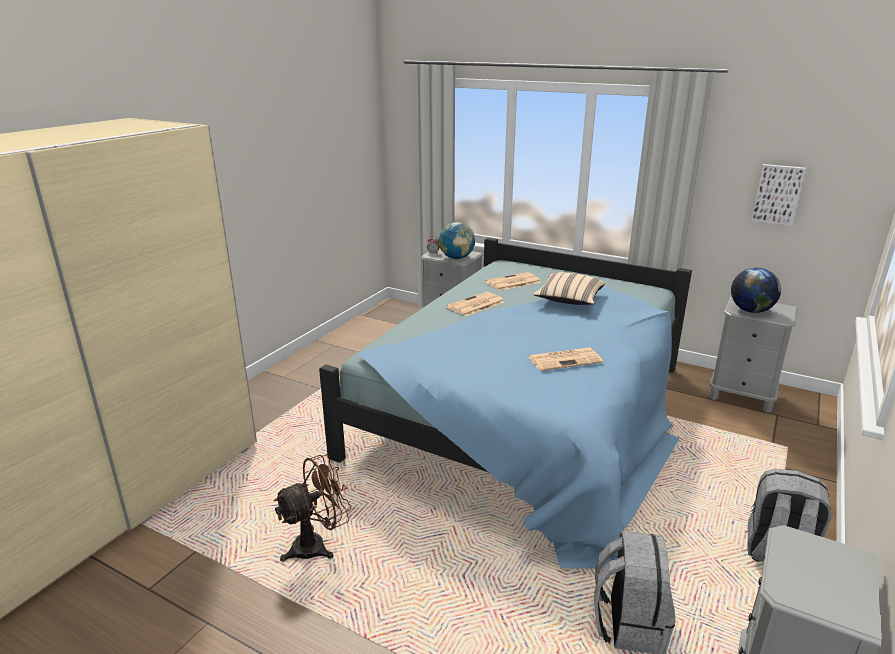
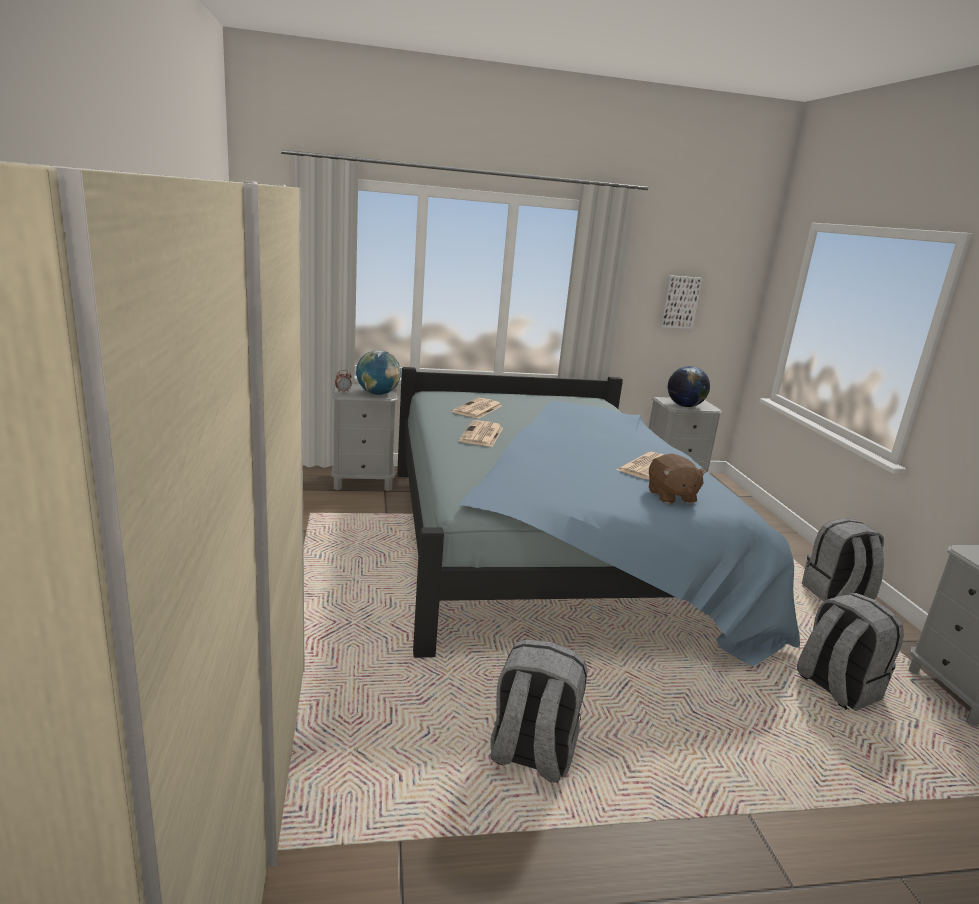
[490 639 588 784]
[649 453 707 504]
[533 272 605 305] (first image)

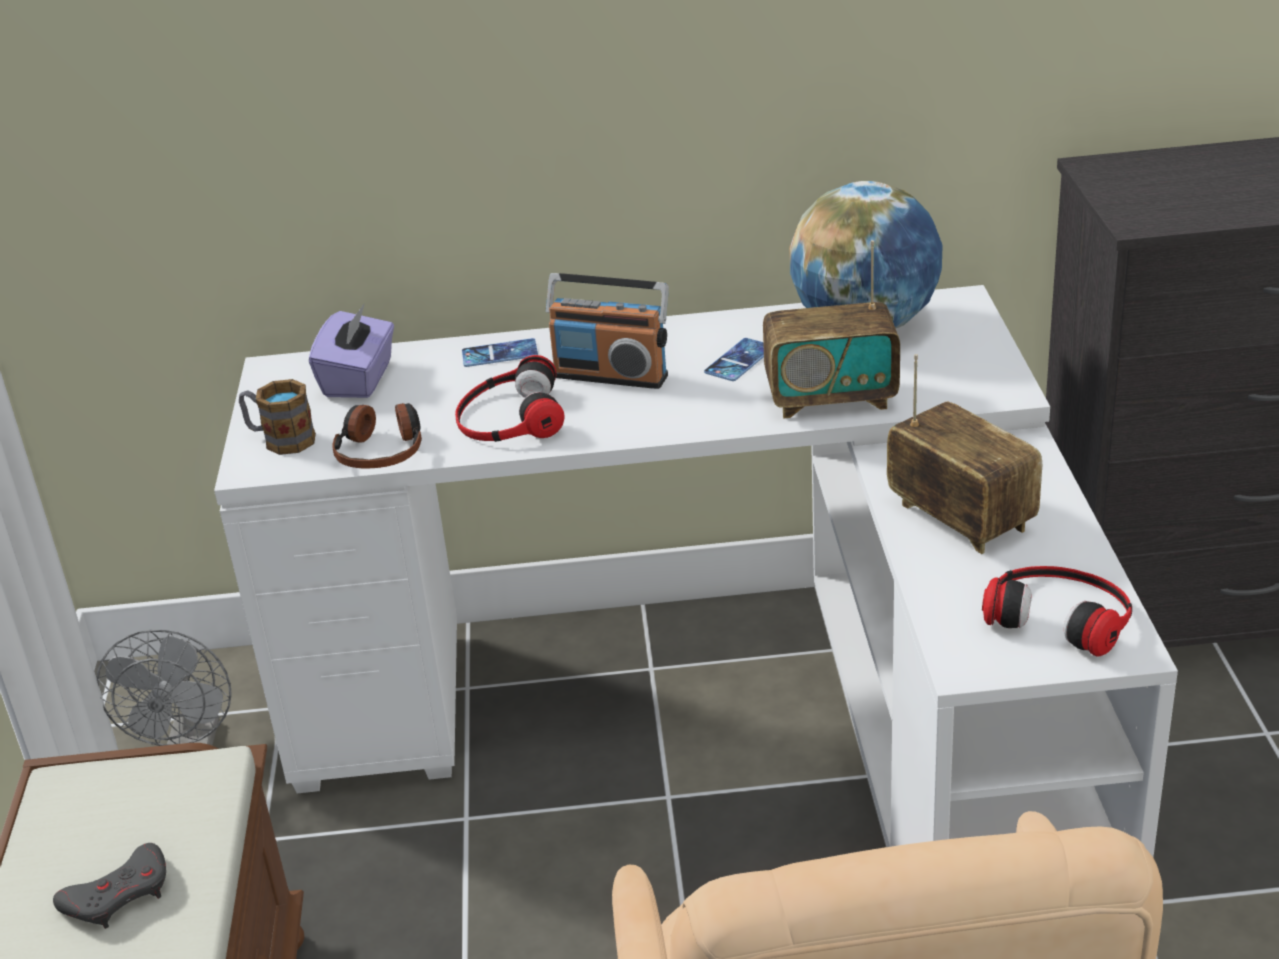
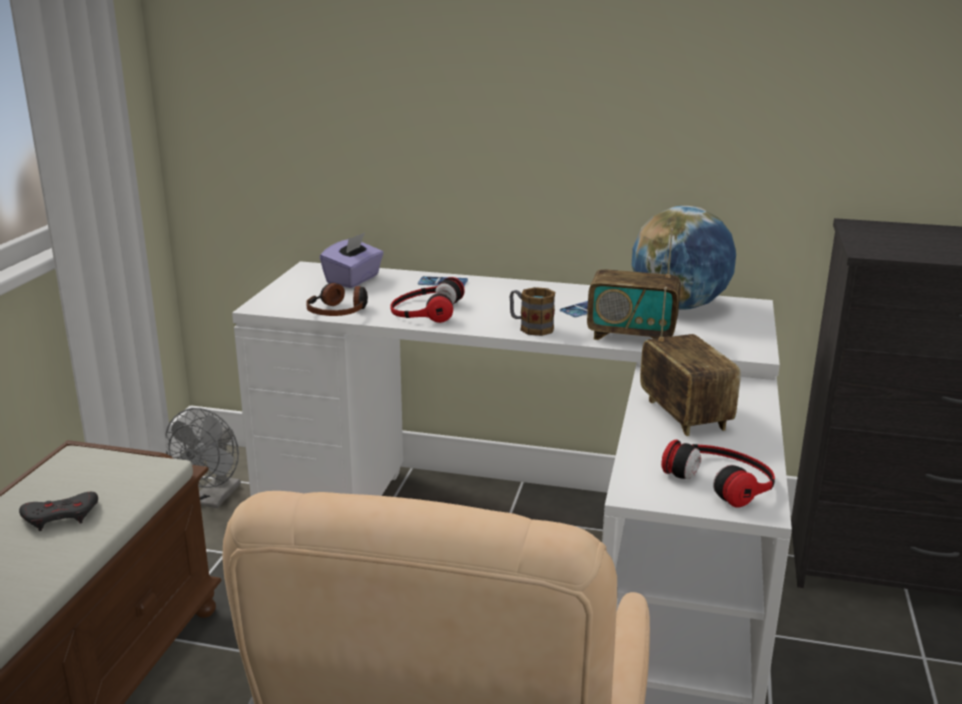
[509 287 555 336]
[546 273 669 389] (first image)

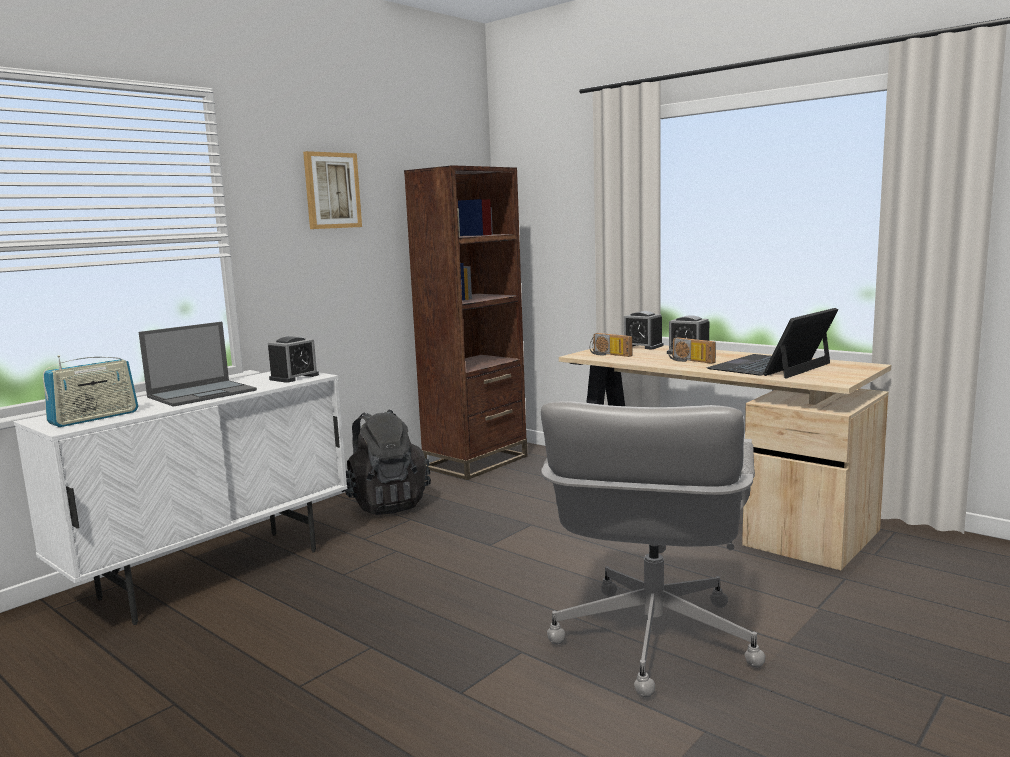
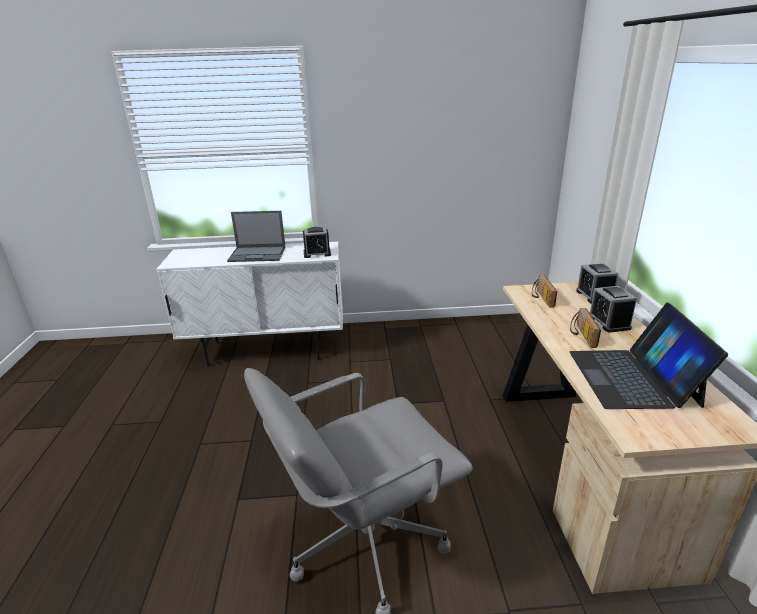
[569 302 728 409]
[43 355 138 427] (first image)
[303 151 362 229] (first image)
[342 410 431 515] (first image)
[404 165 527 480] (first image)

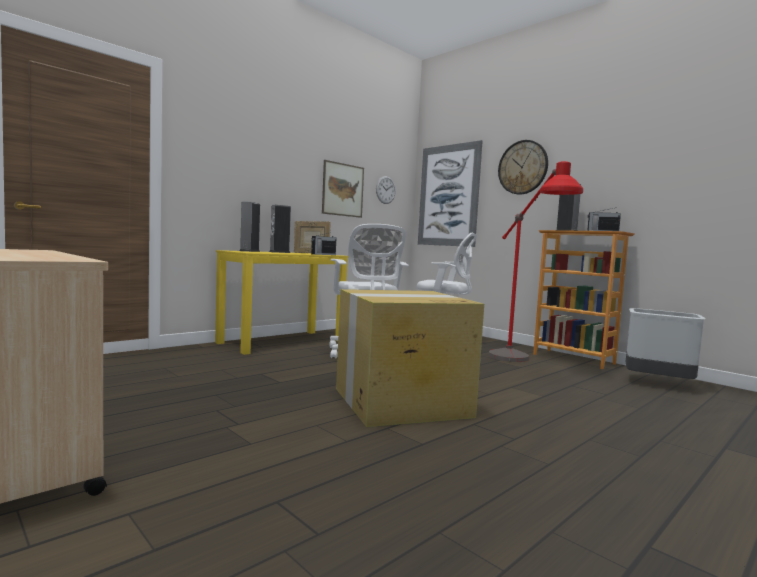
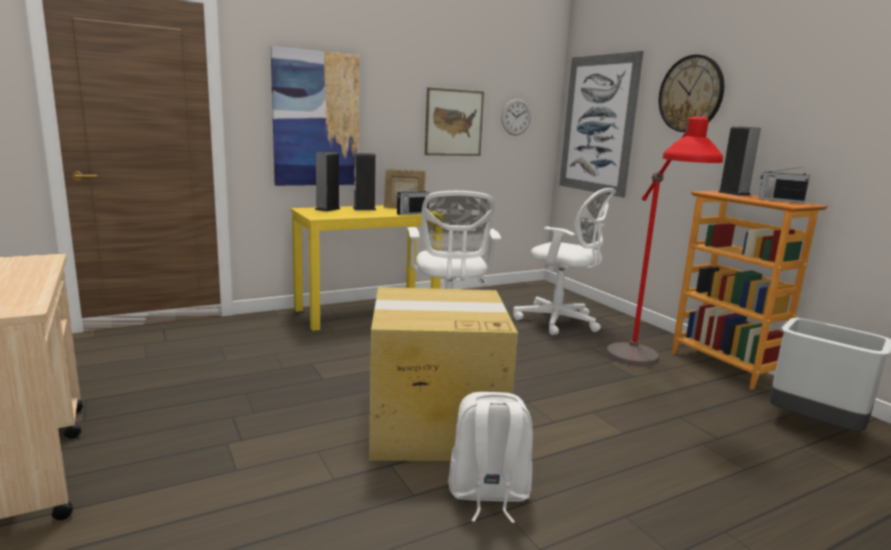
[271 46 359 186]
[448 392 533 523]

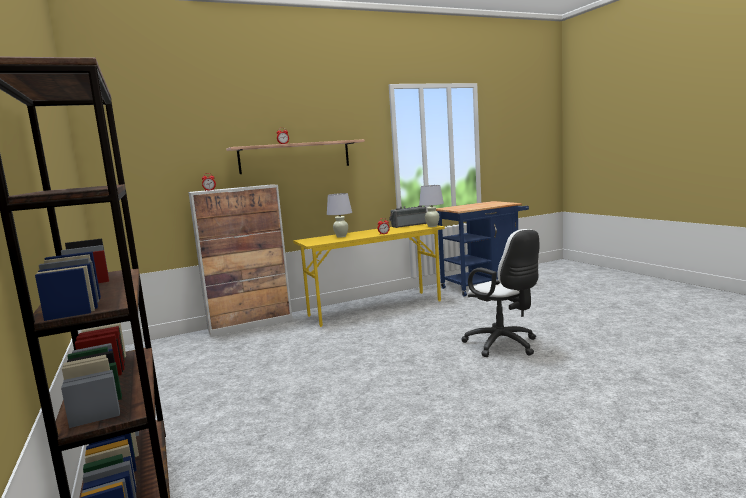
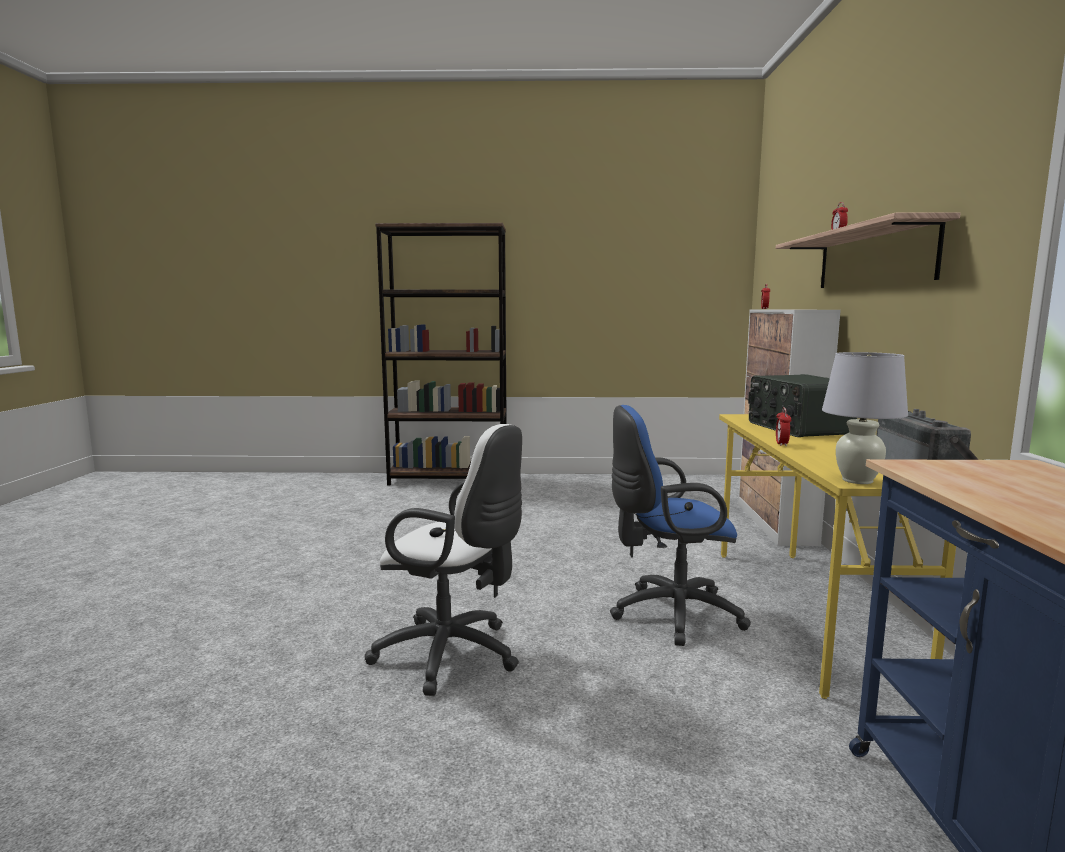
[365 424 522 696]
[610 405 751 646]
[748 374 857 437]

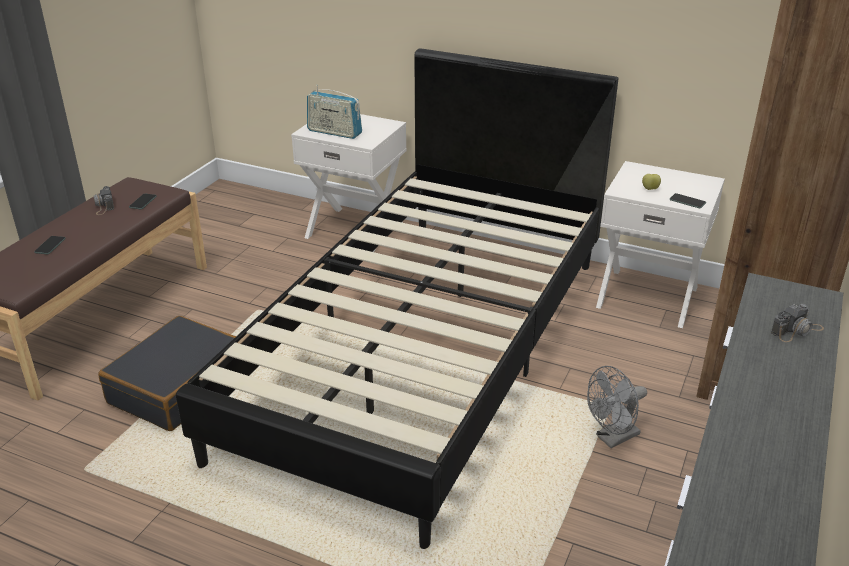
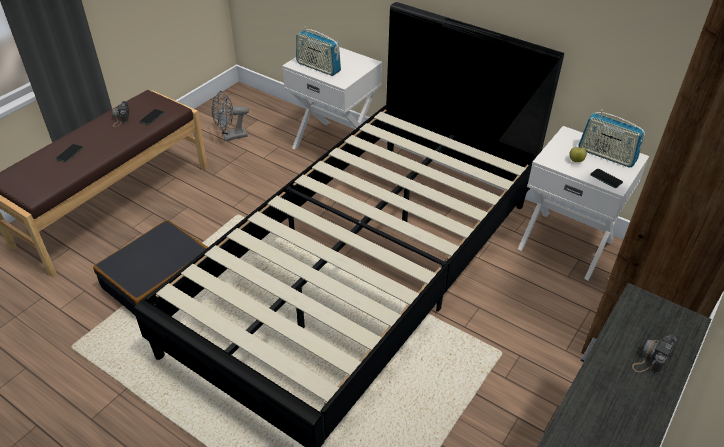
[212 91 249 141]
[578 109 645 167]
[632 335 677 374]

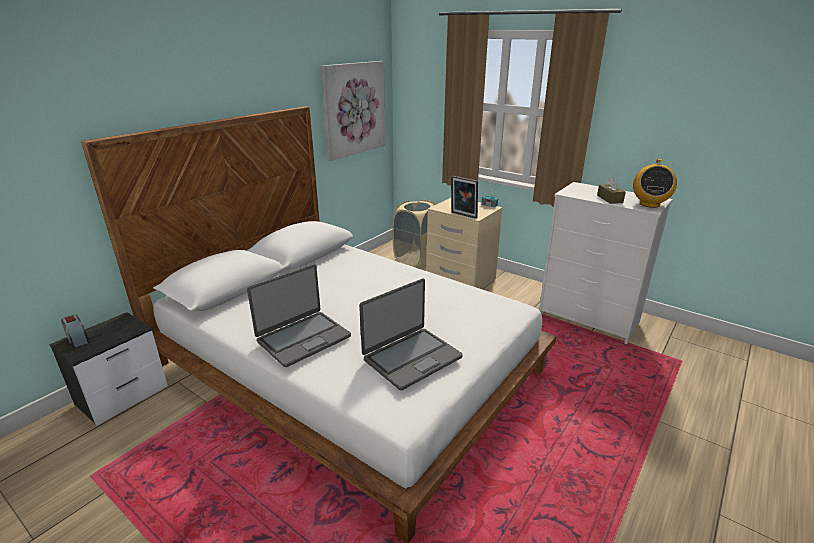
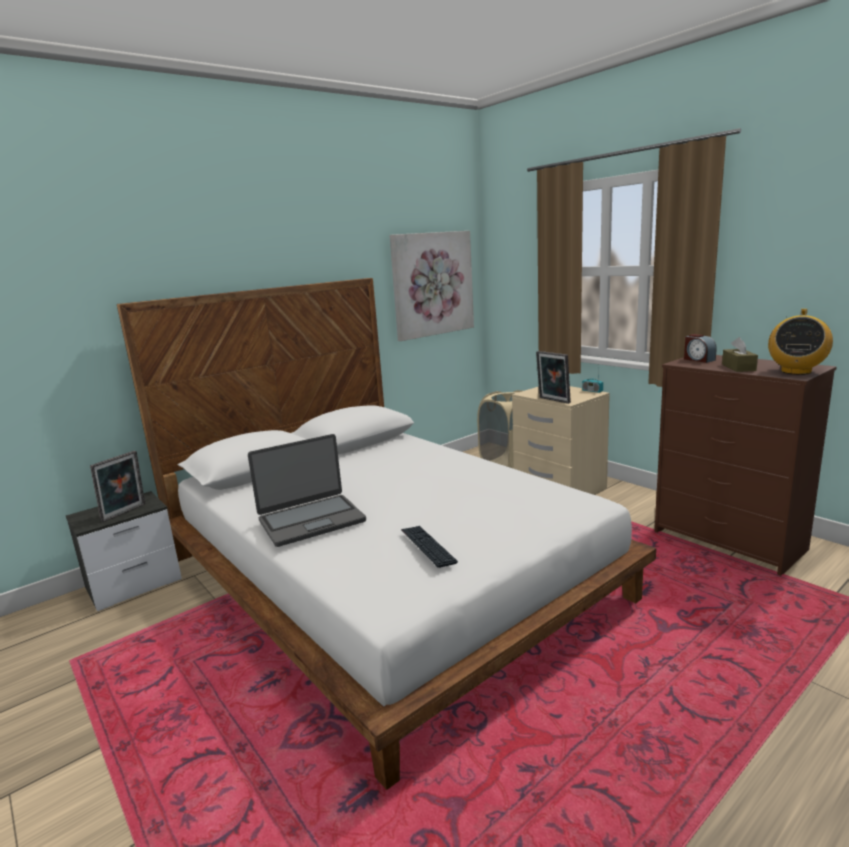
[90 451 145 522]
[401 526 458 568]
[655 355 837 576]
[684 334 717 363]

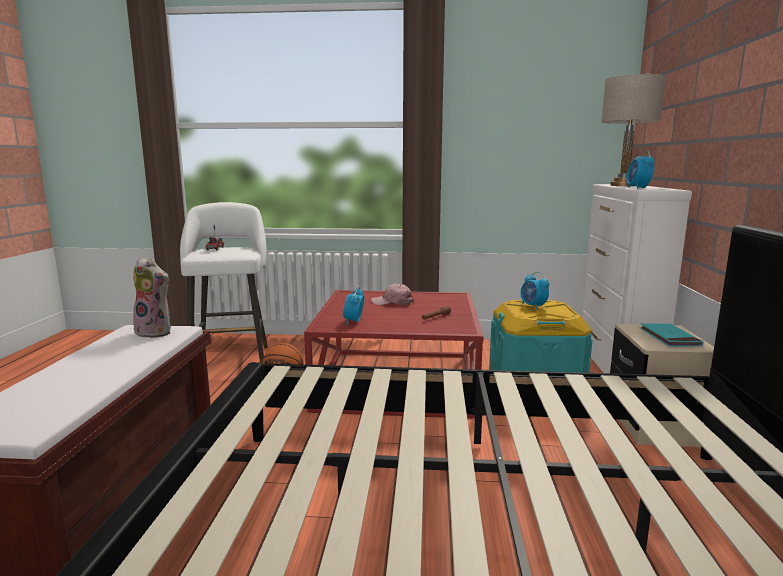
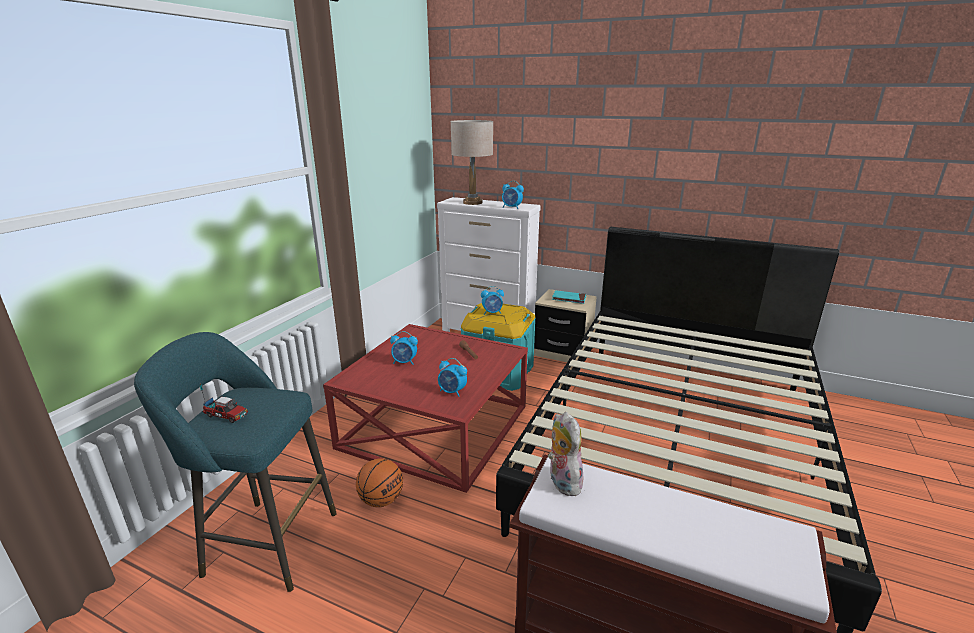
[134 332 337 592]
[390 331 418 365]
[548 412 585 496]

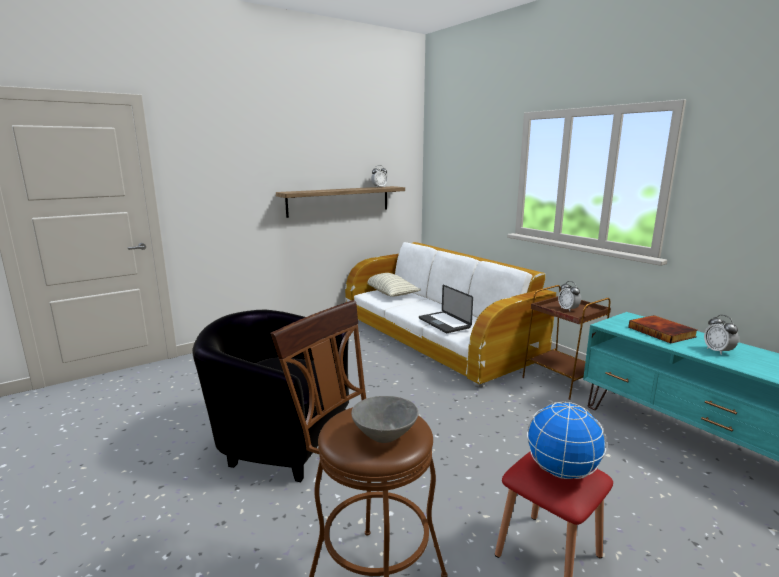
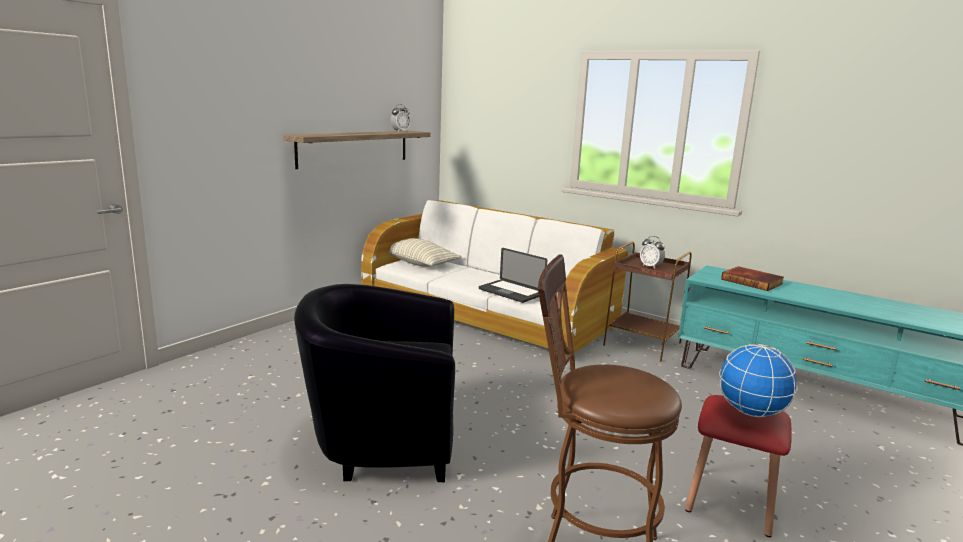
[351 396 418 443] (first image)
[704 315 739 355] (first image)

